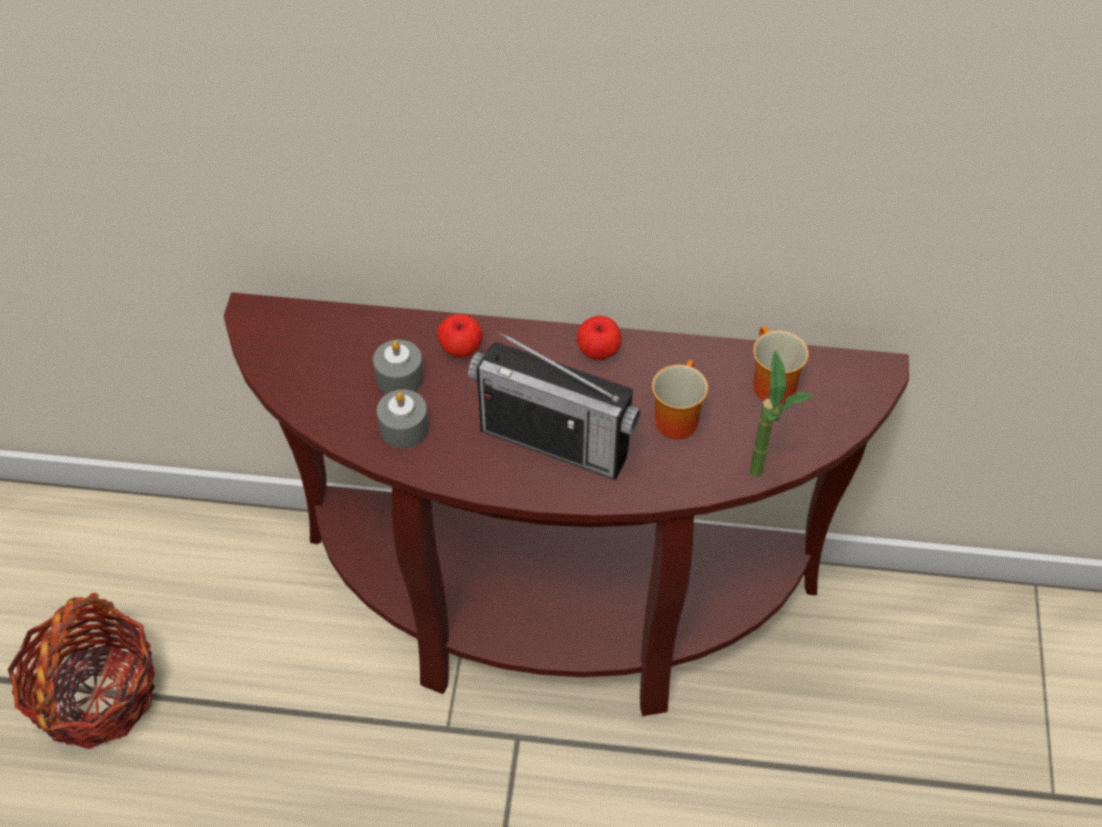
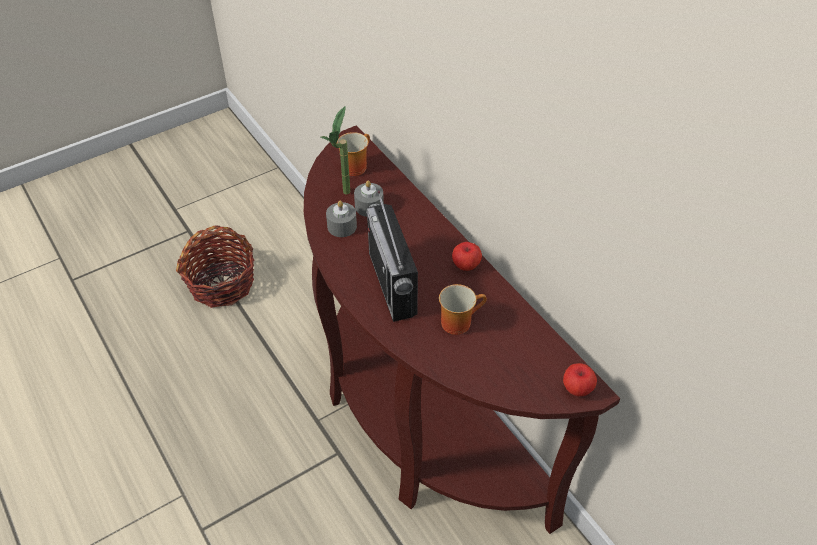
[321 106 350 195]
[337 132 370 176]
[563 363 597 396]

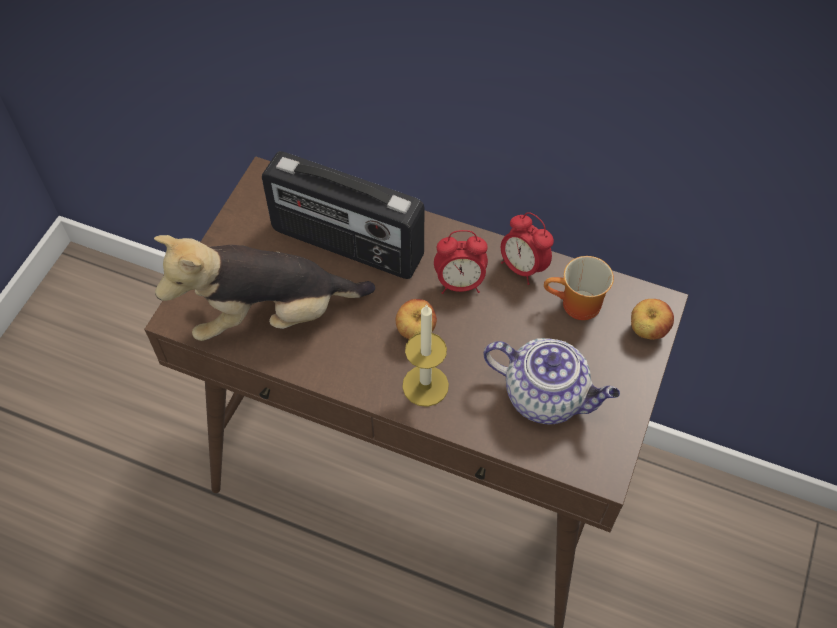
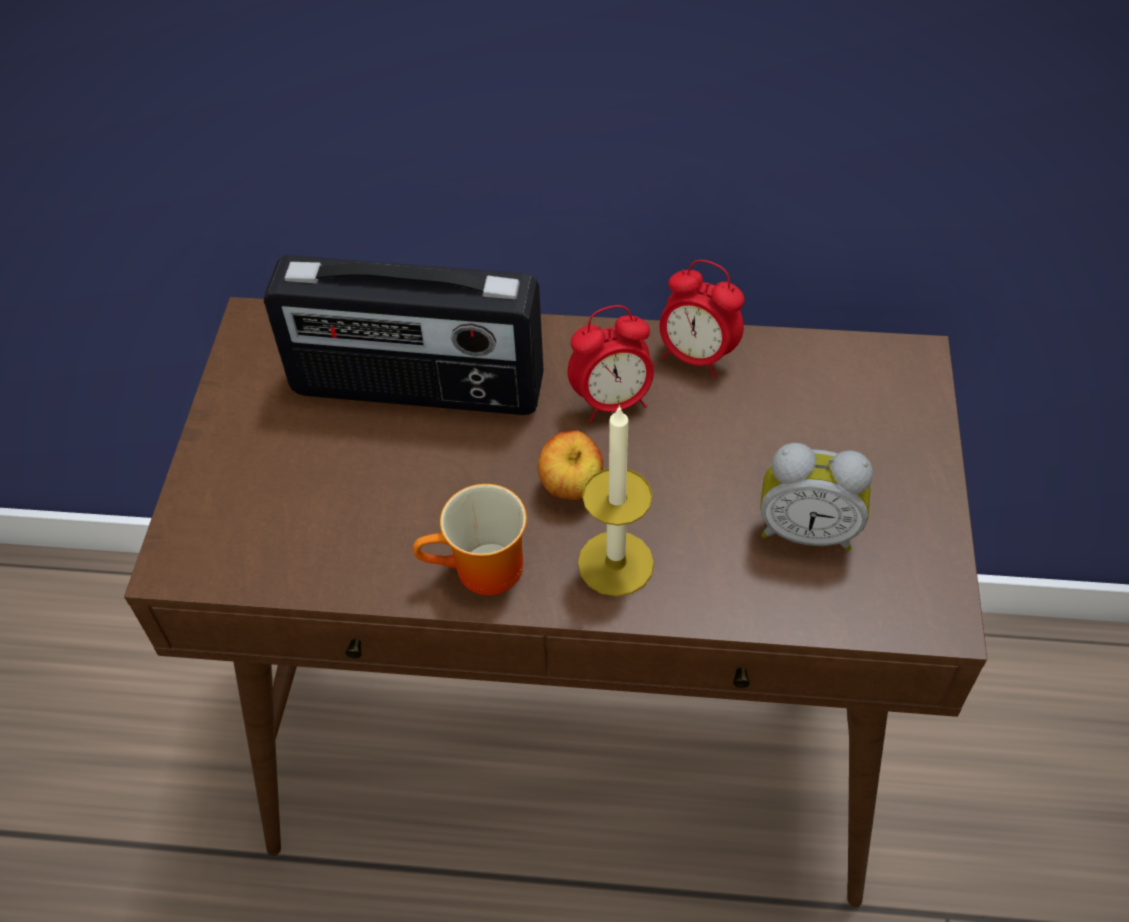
[413 484 527 595]
[760 443 873 551]
[154 235 375 341] (first image)
[631 299 674 340] (first image)

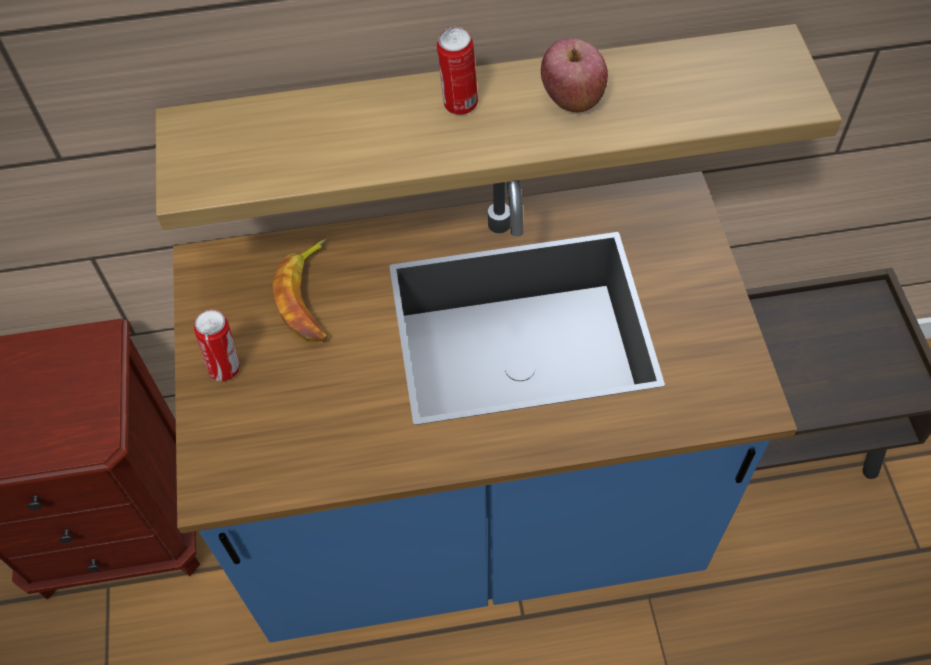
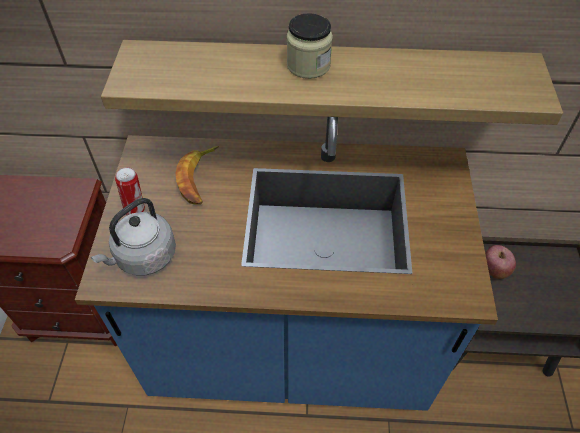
[91 198 176 275]
[287 13 333 79]
[485 245 516 279]

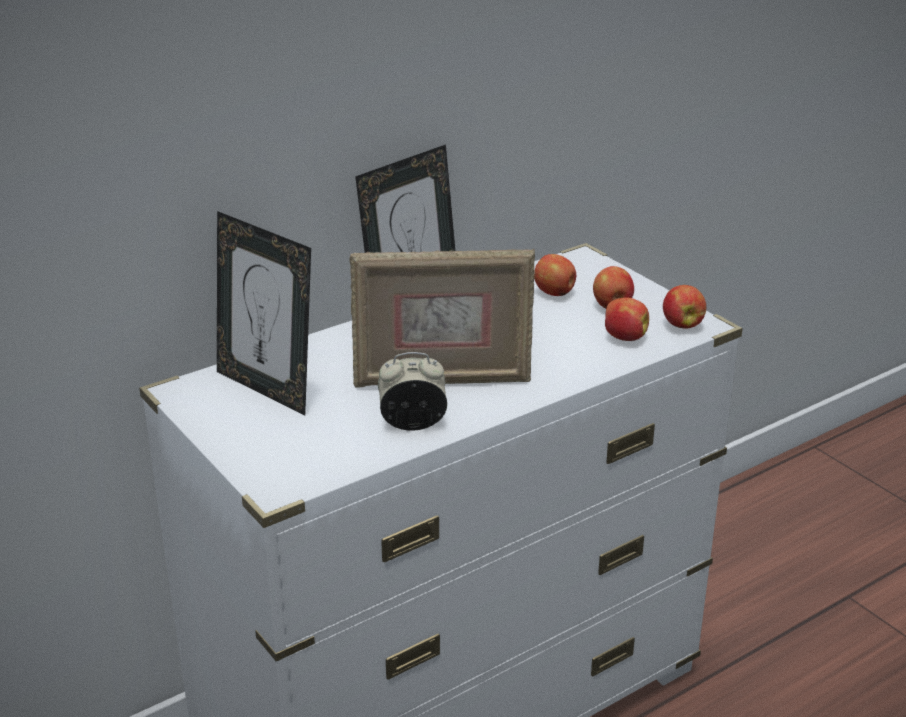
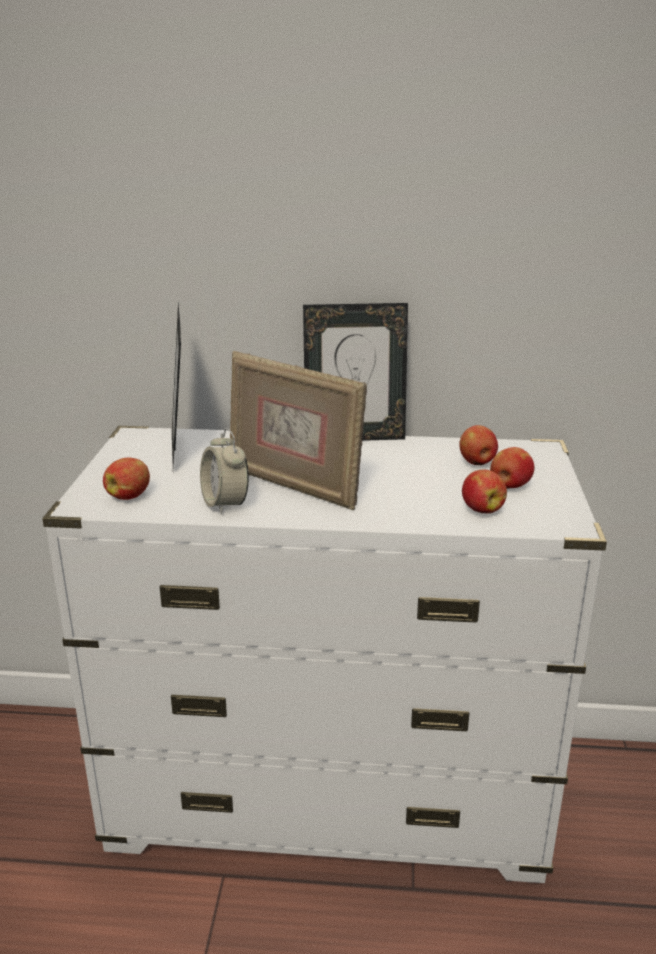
[103 458 150 500]
[200 428 249 515]

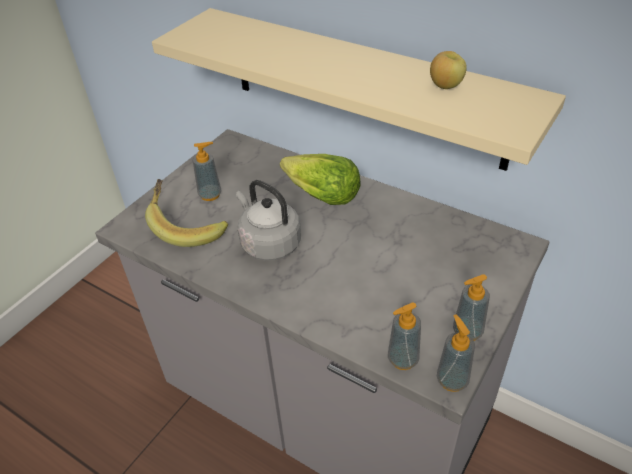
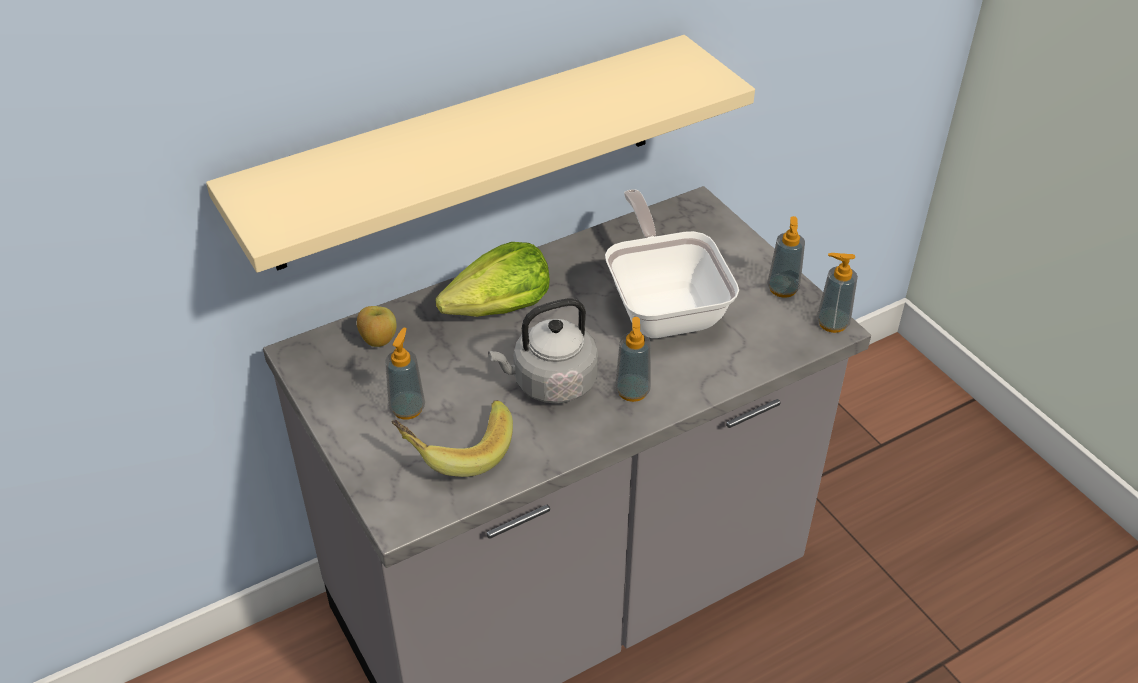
[357 306 396 347]
[605 189 739 338]
[615 317 651 402]

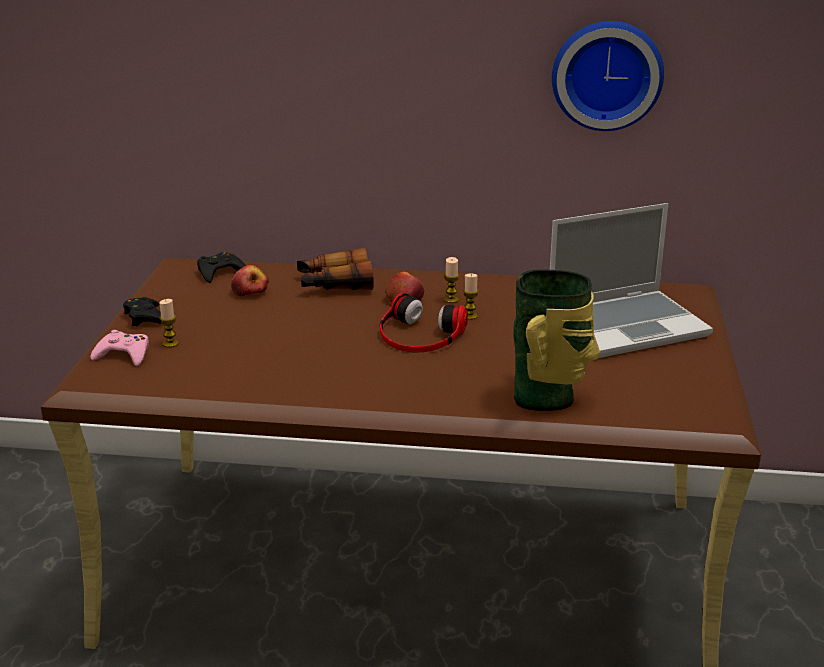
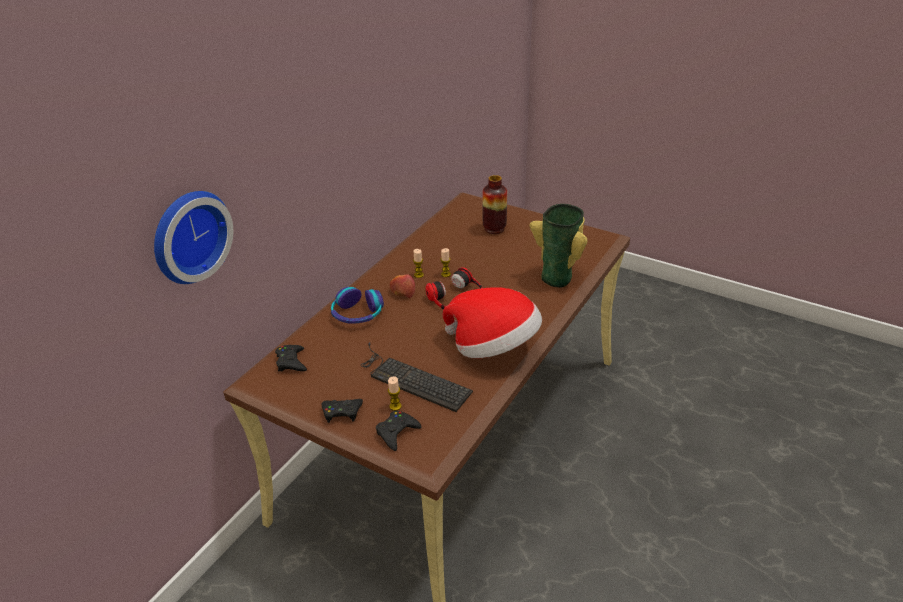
[154 191 233 284]
[331 287 384 324]
[361 342 473 412]
[376 411 421 451]
[443 287 542 358]
[482 175 507 234]
[231 265 269 296] (first image)

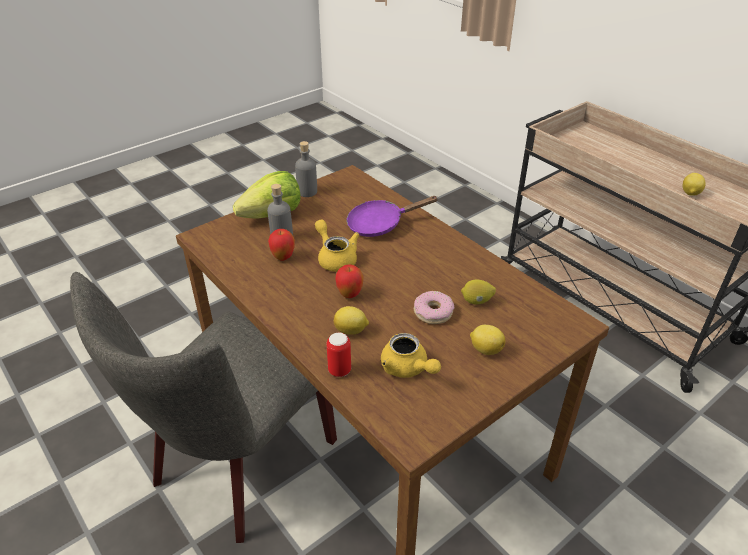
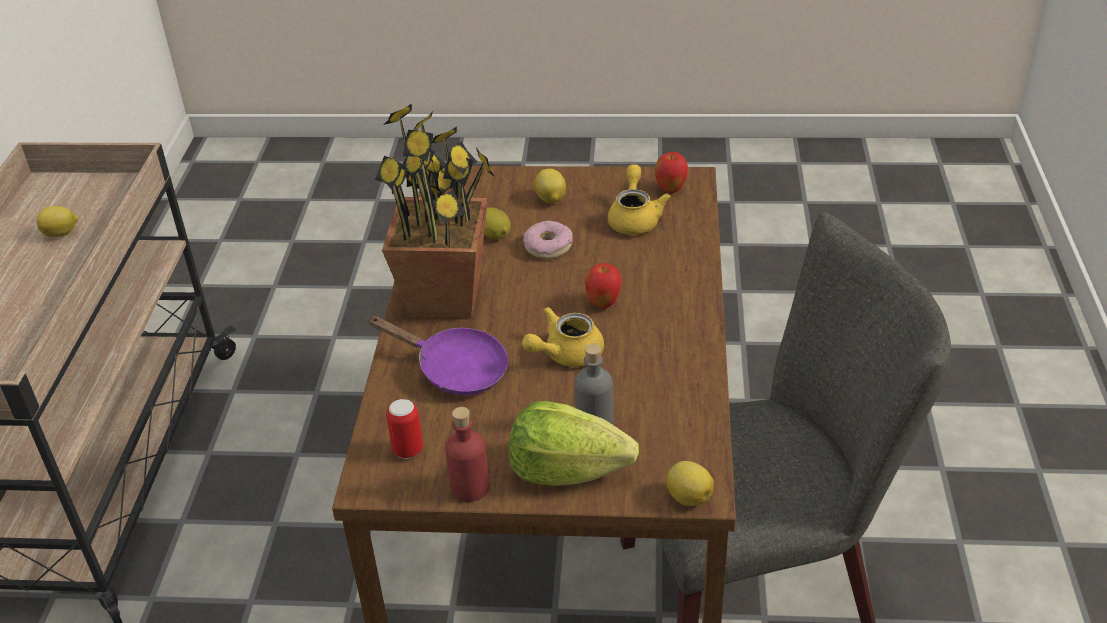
[375 103 495 318]
[386 399 423 459]
[445 407 490 502]
[522 307 604 367]
[655 152 688 193]
[666 461 714 506]

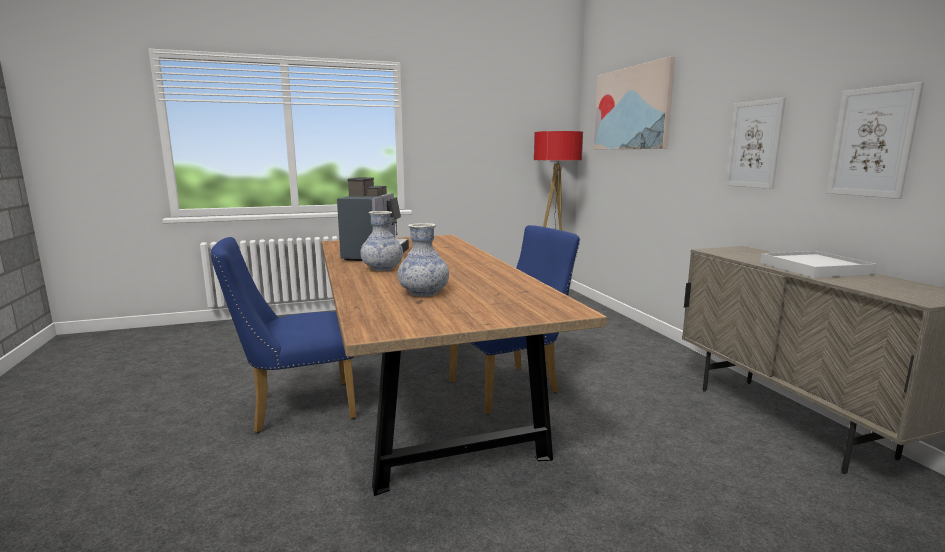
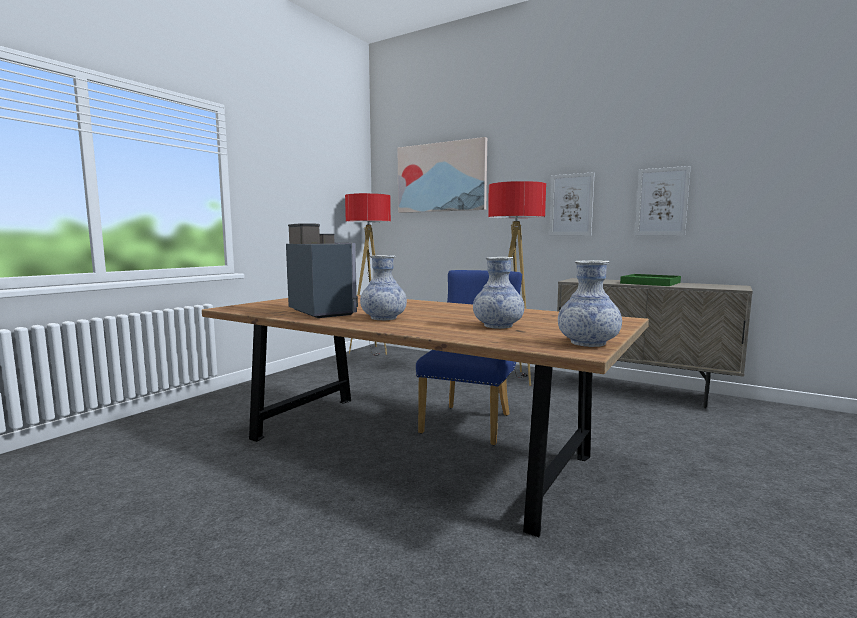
[488 181 546 386]
[558 260 622 347]
[620 274 681 286]
[210 237 357 433] (first image)

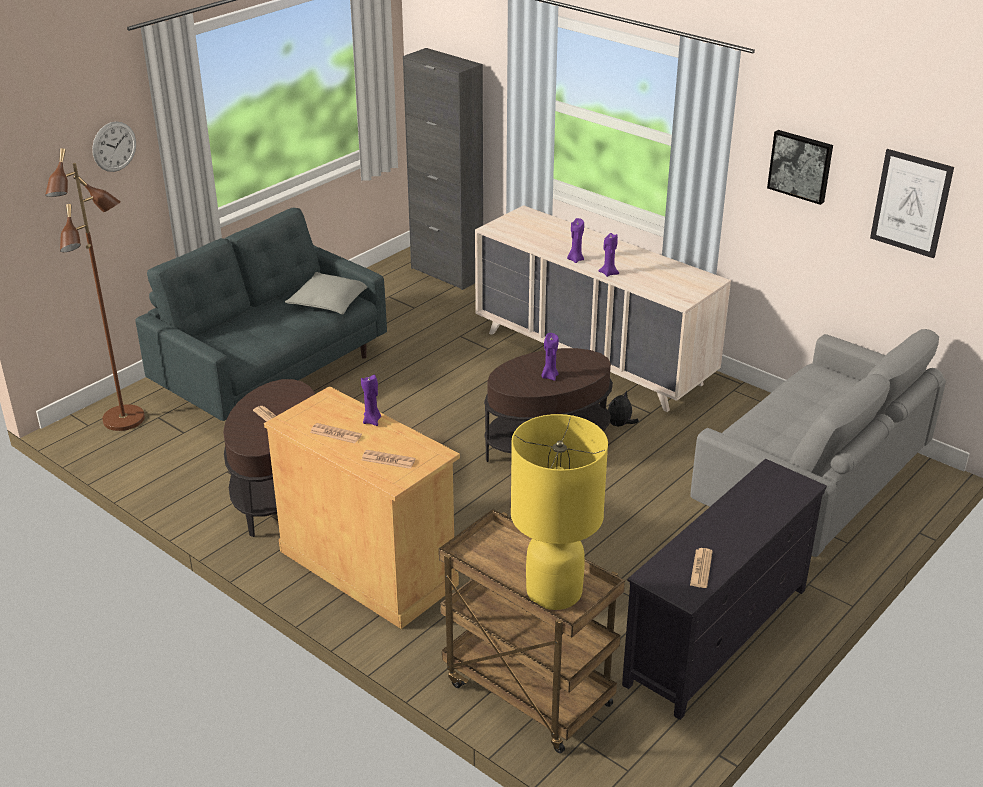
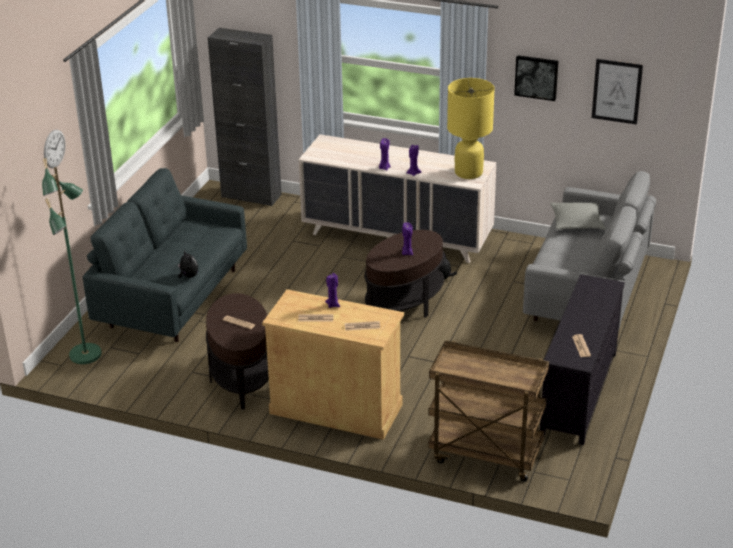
[42 158 102 364]
[178 250 198 278]
[447 78 495 179]
[550 203 606 230]

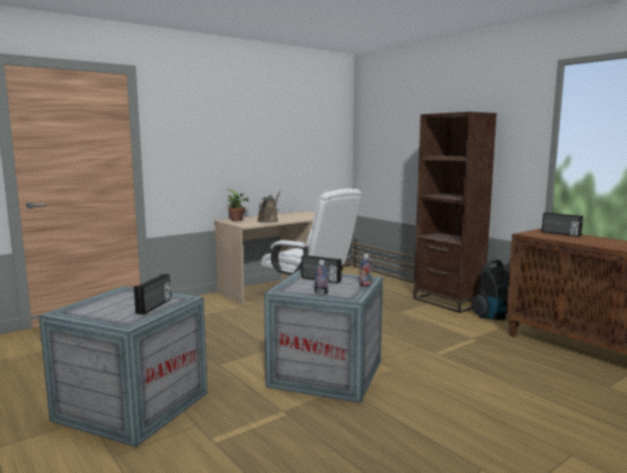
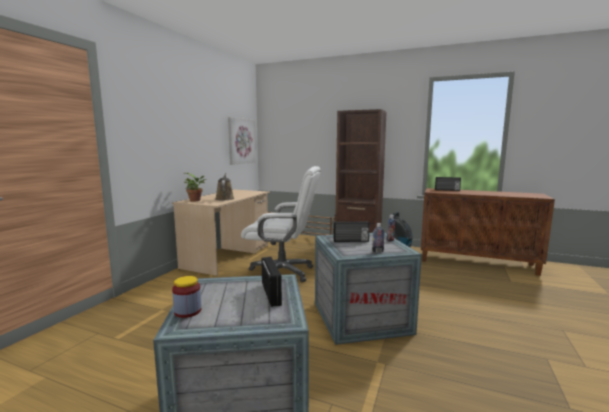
[172 276 202 318]
[228 117 256 165]

